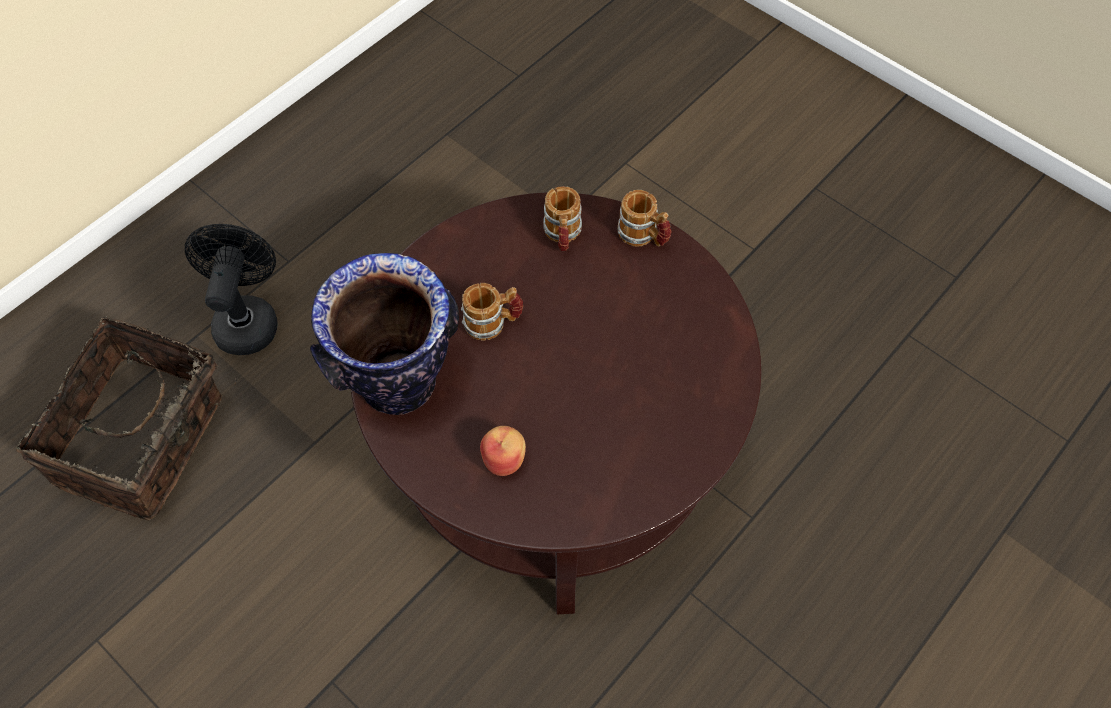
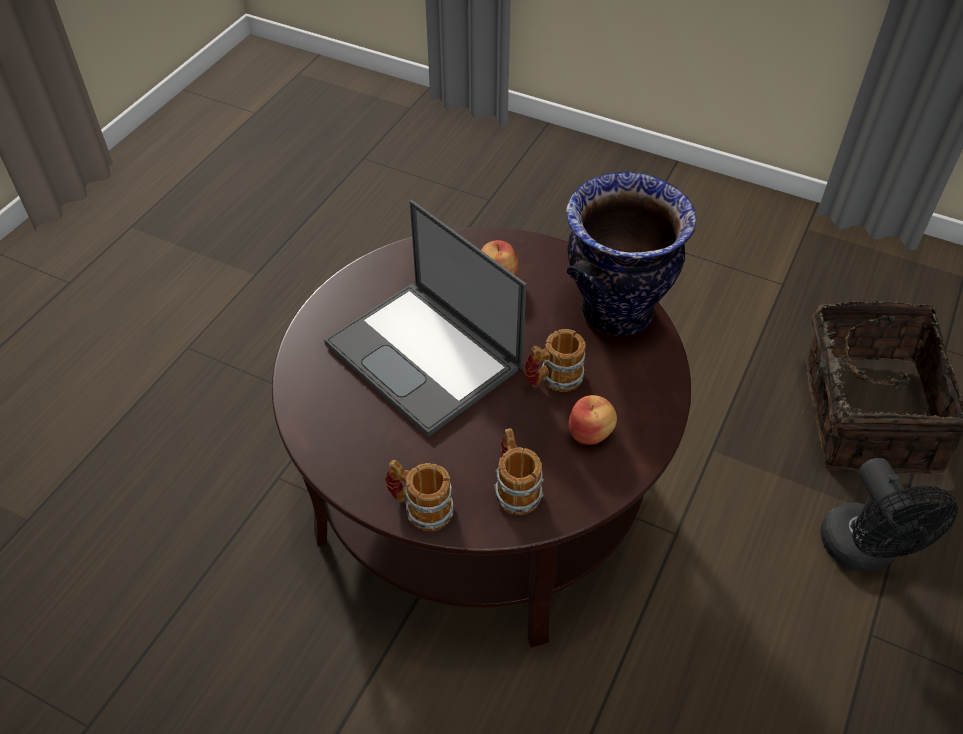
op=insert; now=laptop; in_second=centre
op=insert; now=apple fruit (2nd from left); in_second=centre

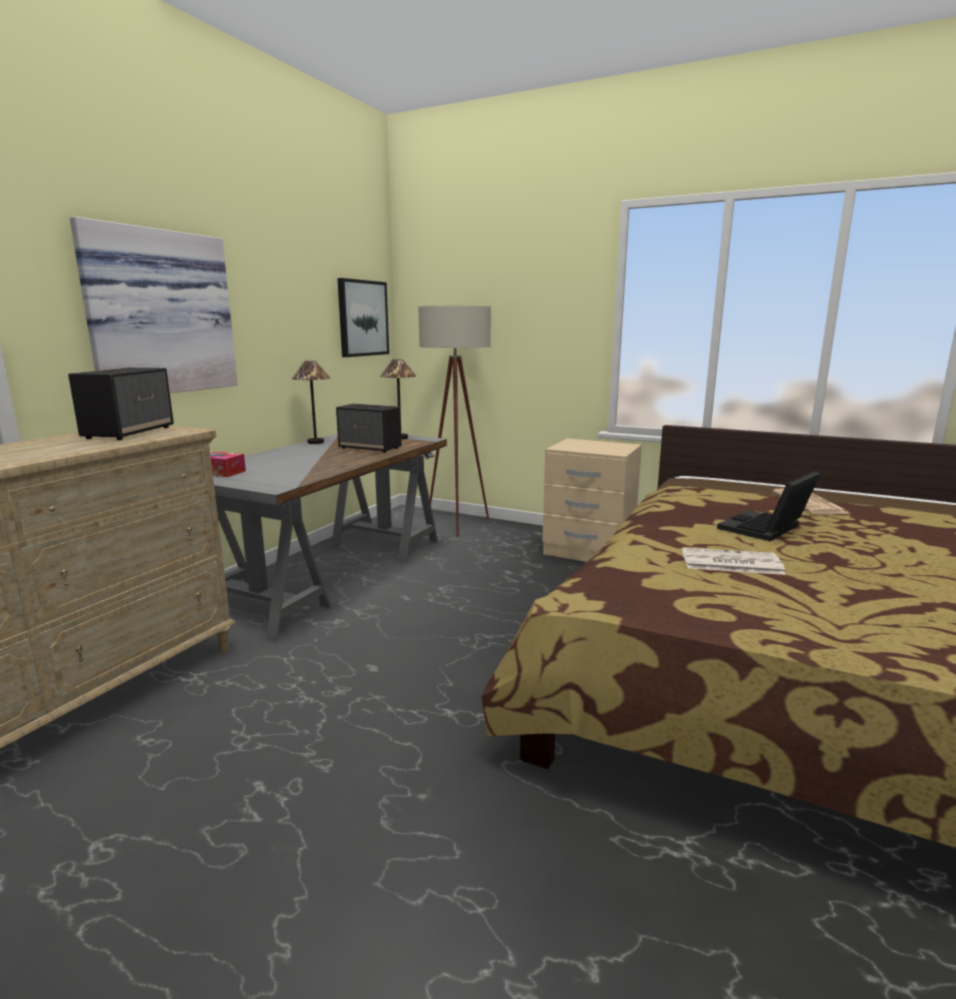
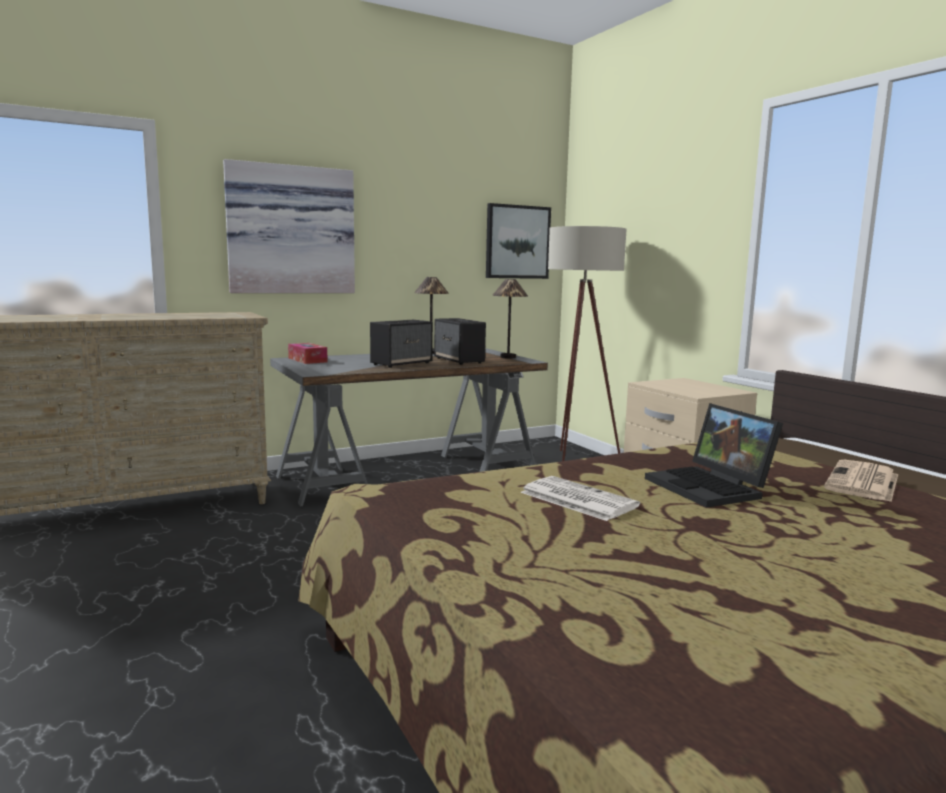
op=move; was=speaker (1st from left); in_first=middle left; in_second=centre
op=rotate; was=laptop; in_first=middle right; in_second=middle right; clockwise=-105

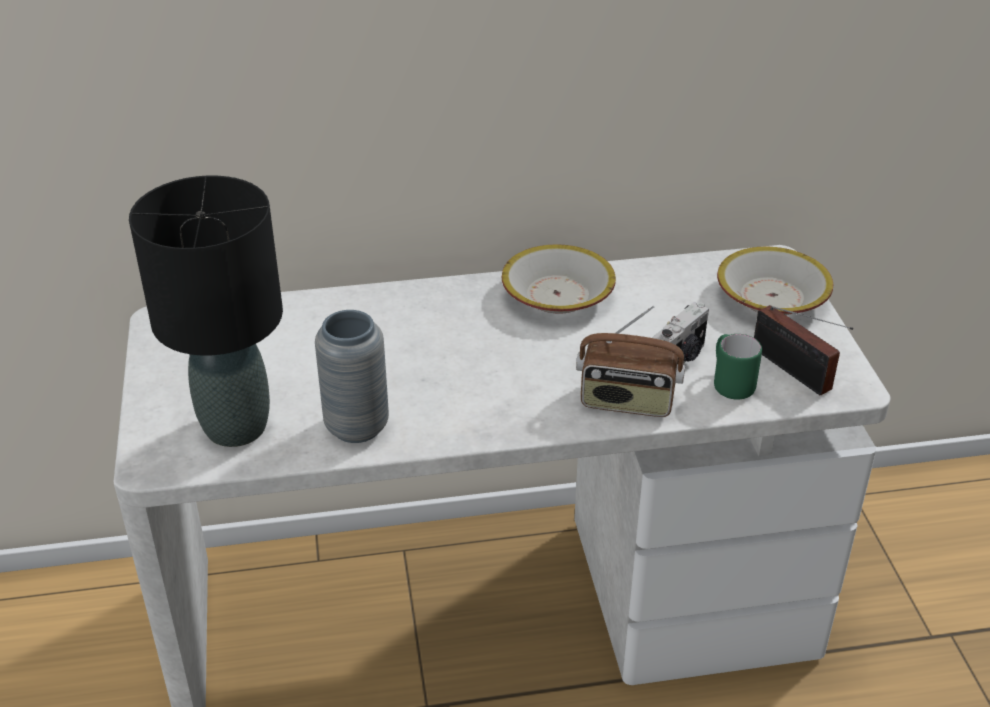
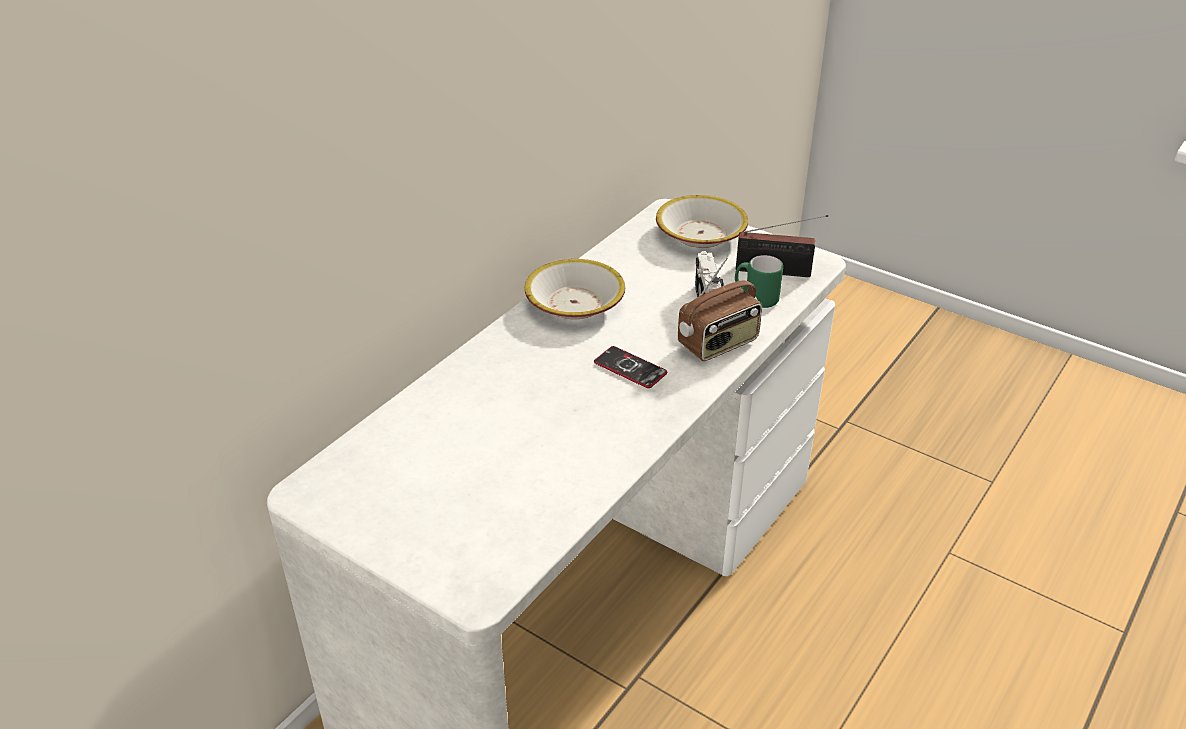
op=delete; was=black-coloured lamp for a table; in_first=middle left
op=delete; was=gray flower vase; in_first=centre
op=insert; now=telephone; in_second=centre

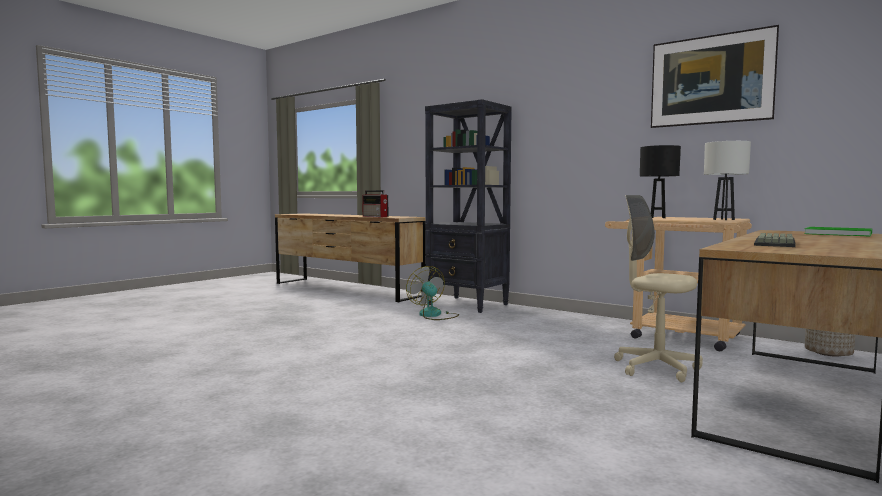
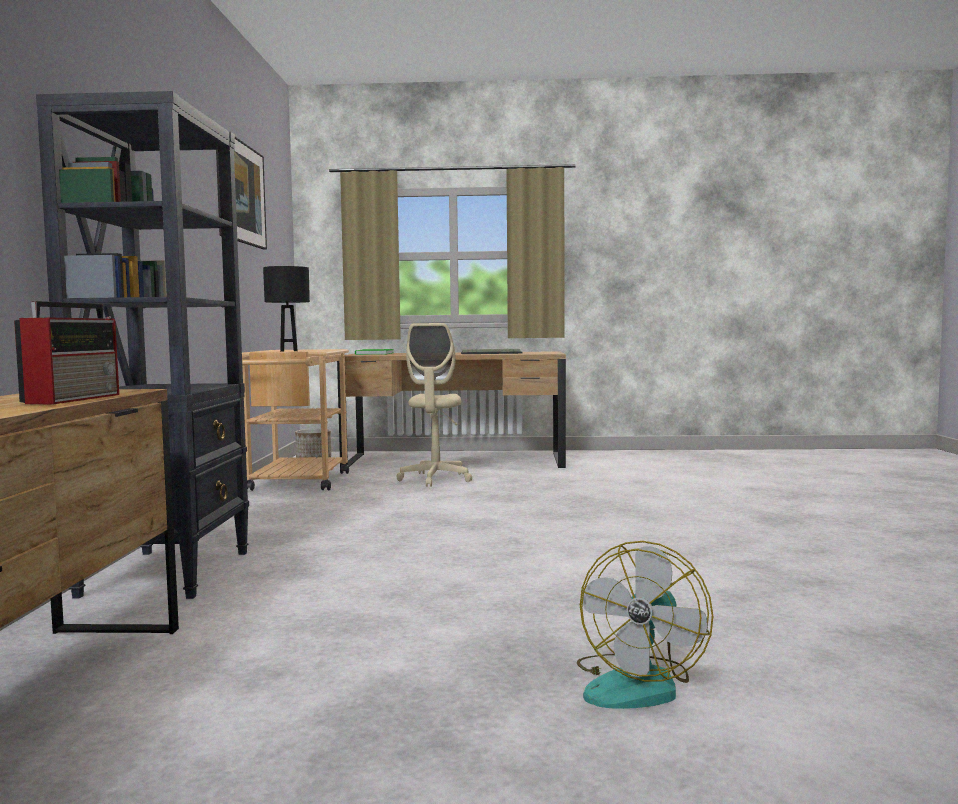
op=delete; was=white-coloured lamp for a table; in_first=middle right
op=move; was=electric fan; in_first=centre; in_second=bottom right

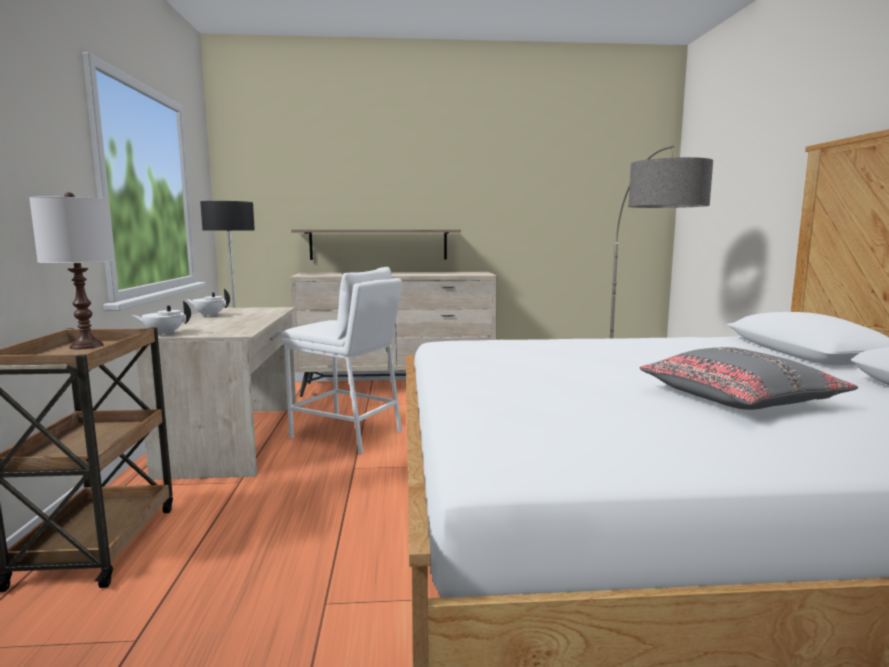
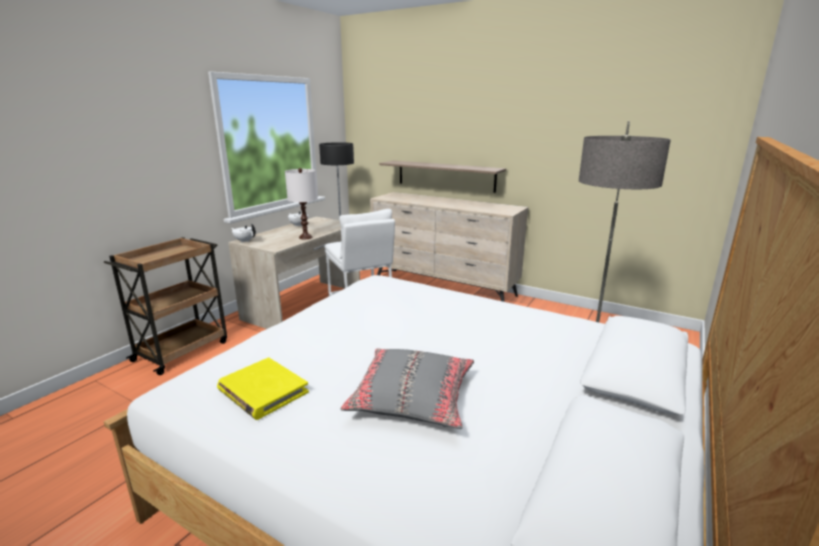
op=insert; now=yellow-coloured volume; in_second=bottom left
op=move; was=white-coloured lamp for a table; in_first=middle left; in_second=centre

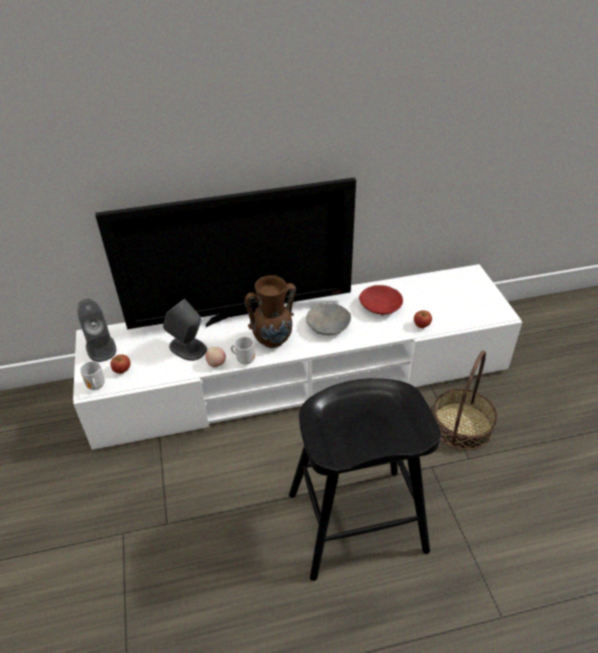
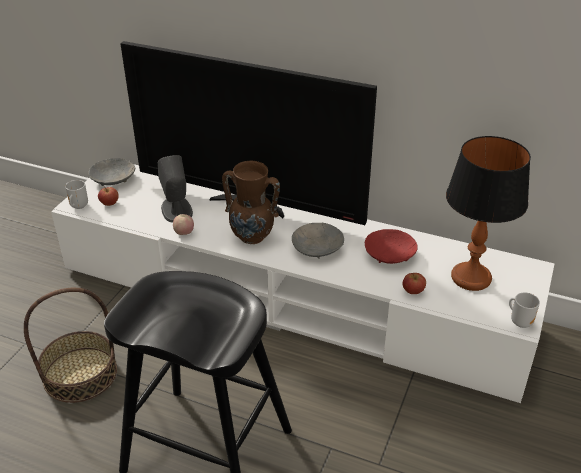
op=insert; now=lamp for a table; in_second=middle right
op=move; was=mug (2nd from left); in_first=centre; in_second=middle right
op=move; was=household basket; in_first=middle right; in_second=bottom left
op=replace; was=gray speaker (1st from left); now=gray serving bowl (1st from left); in_first=middle left; in_second=middle left

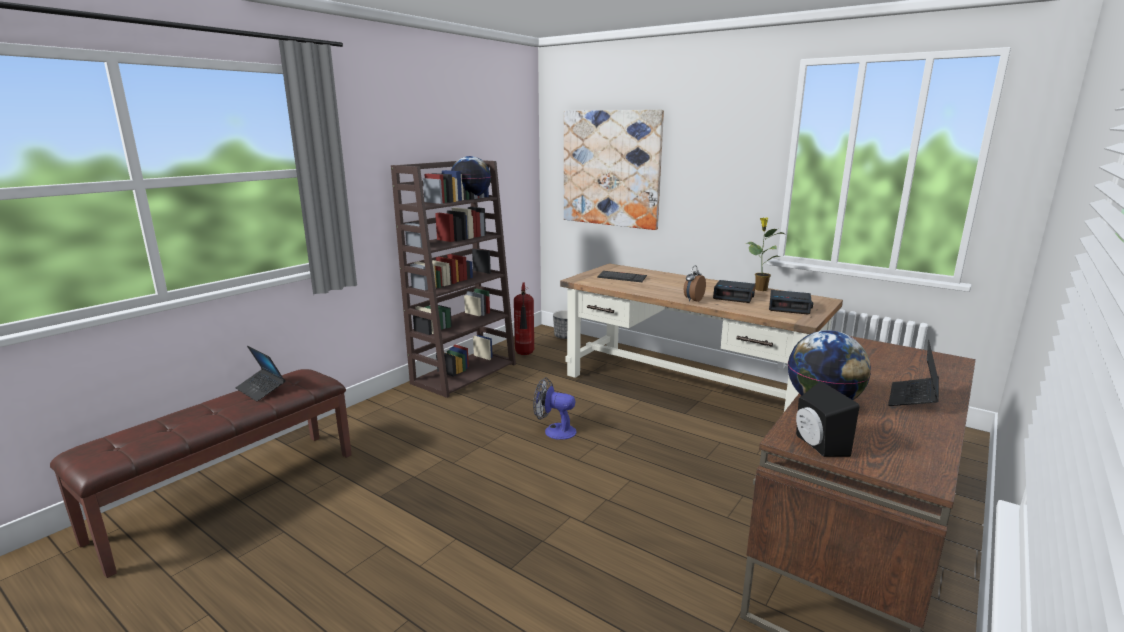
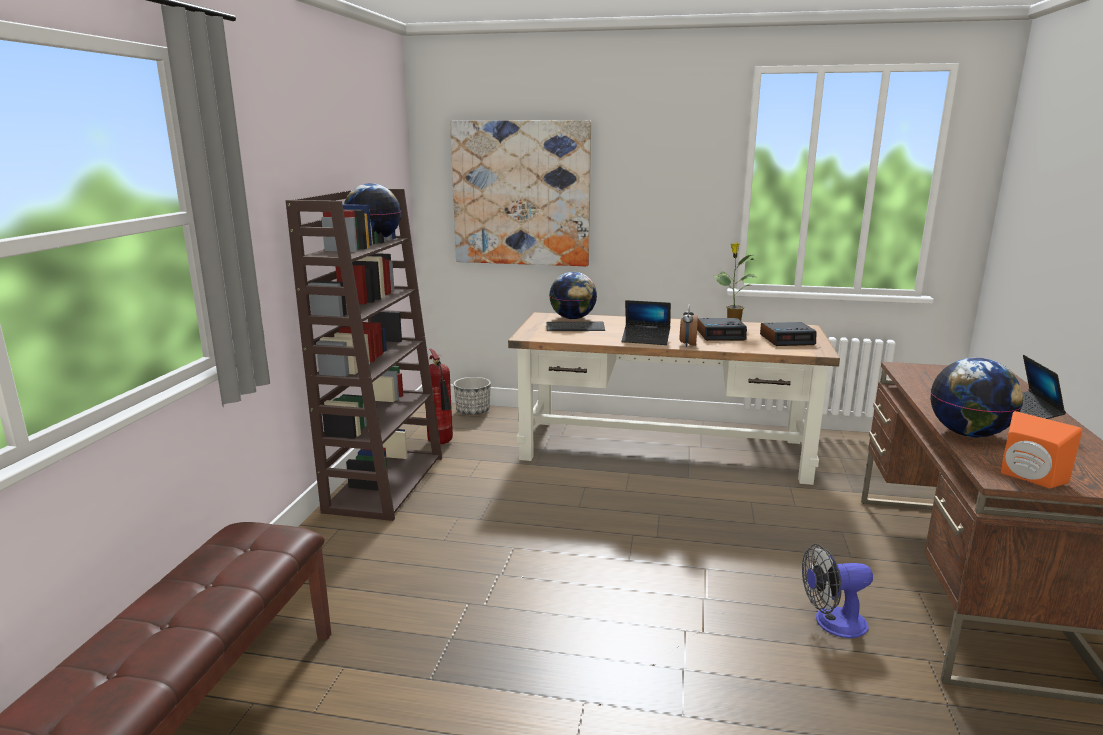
op=insert; now=globe (2nd from left); in_second=centre
op=move; was=laptop (1st from left); in_first=middle left; in_second=centre
op=move; was=electric fan; in_first=centre; in_second=bottom right
op=recolor; was=black-coloured speaker; now=orangey speaker; in_first=middle right; in_second=middle right

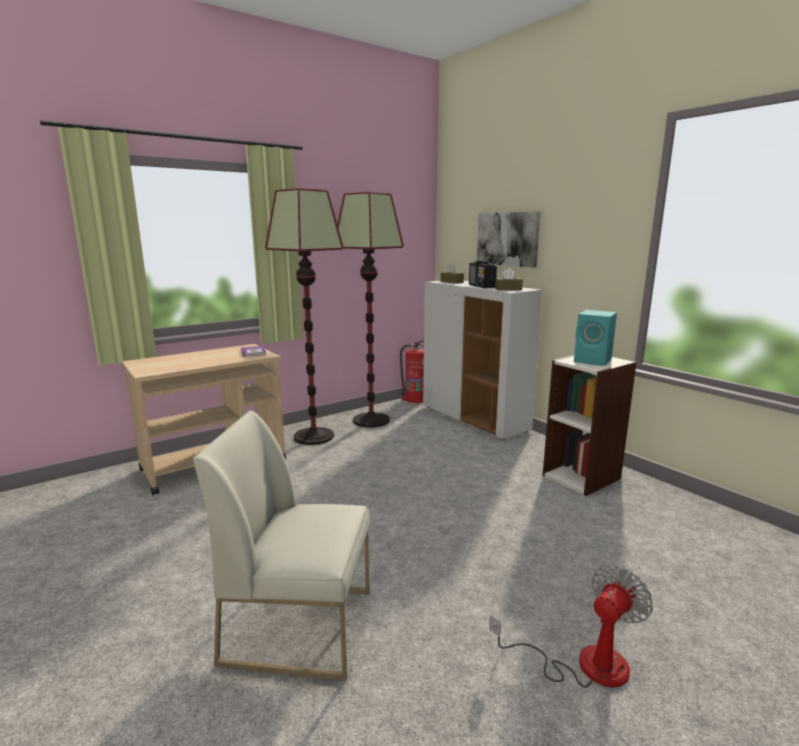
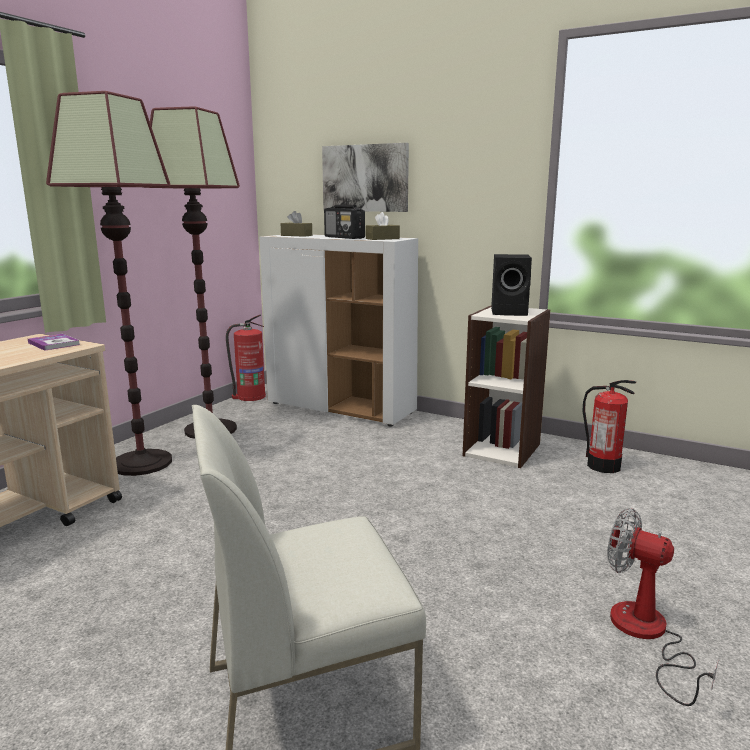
op=insert; now=fire extinguisher (2nd from left); in_second=middle right
op=recolor; was=turquoise speaker; now=black-coloured speaker; in_first=middle right; in_second=middle right
op=rotate; was=electric fan; in_first=bottom right; in_second=bottom right; clockwise=-75

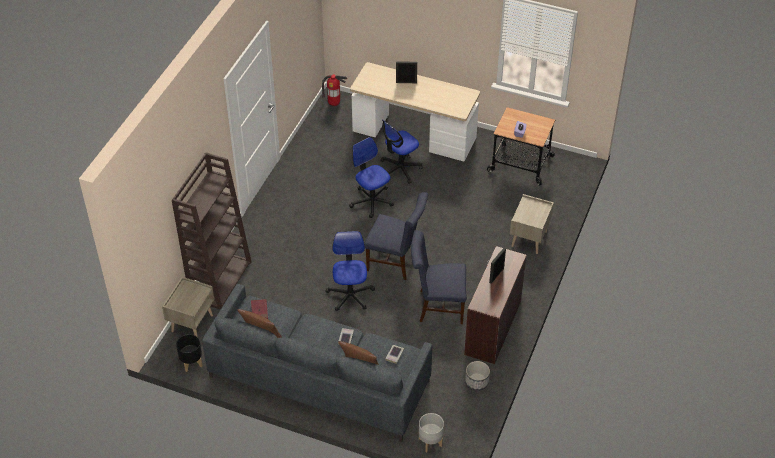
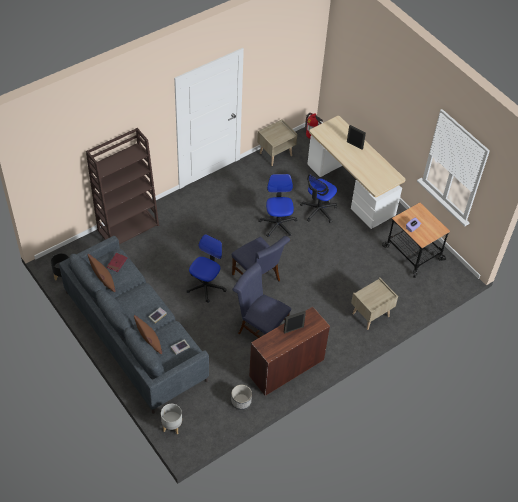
op=move; was=sand-coloured bedside table (1st from left); in_first=bottom left; in_second=top centre
op=rotate; was=desk chair (3rd from left); in_first=top centre; in_second=centre; clockwise=-45

